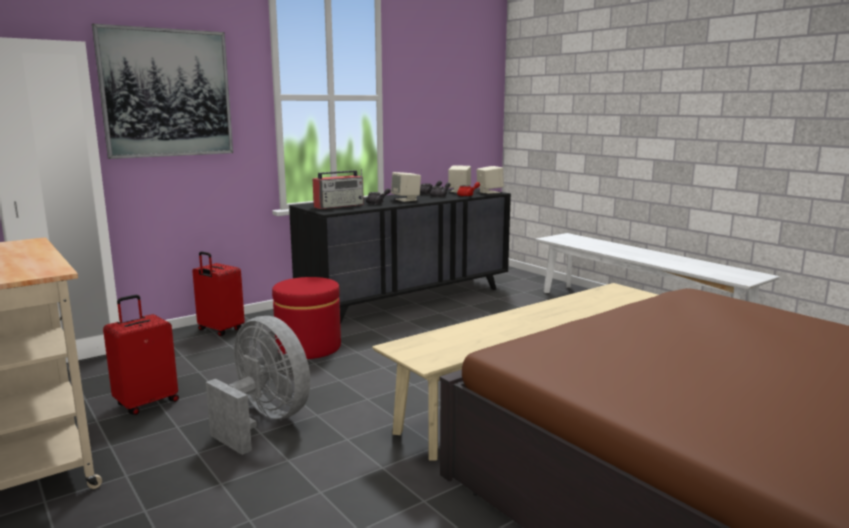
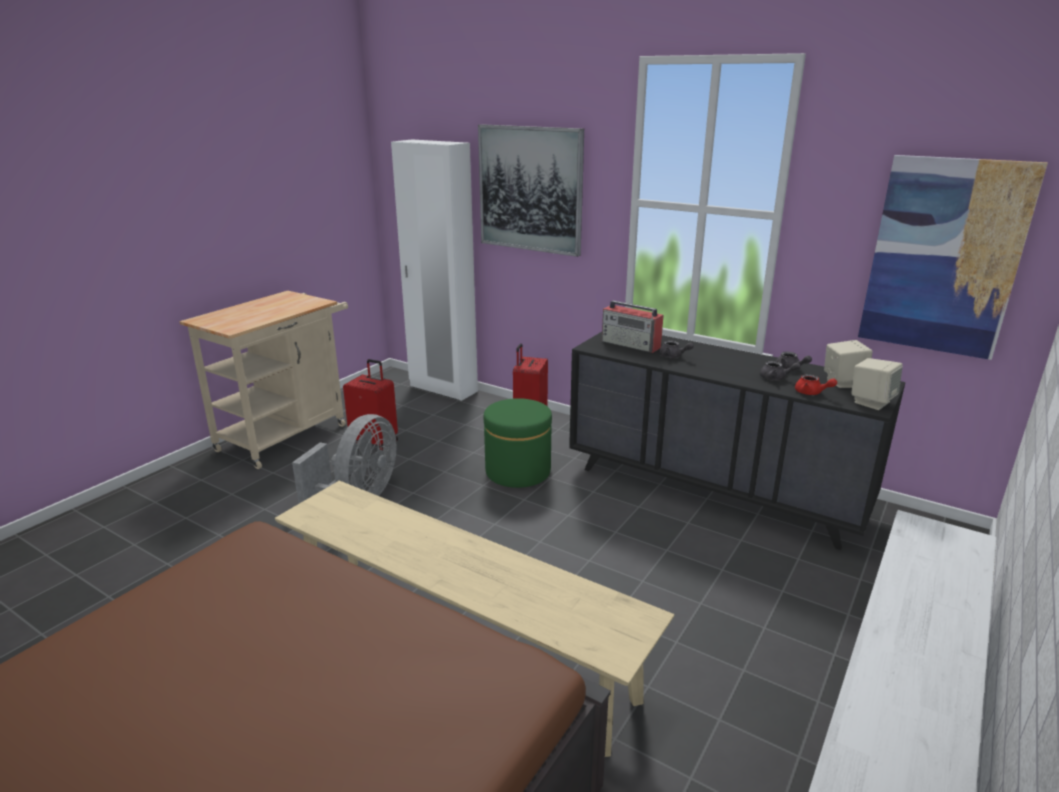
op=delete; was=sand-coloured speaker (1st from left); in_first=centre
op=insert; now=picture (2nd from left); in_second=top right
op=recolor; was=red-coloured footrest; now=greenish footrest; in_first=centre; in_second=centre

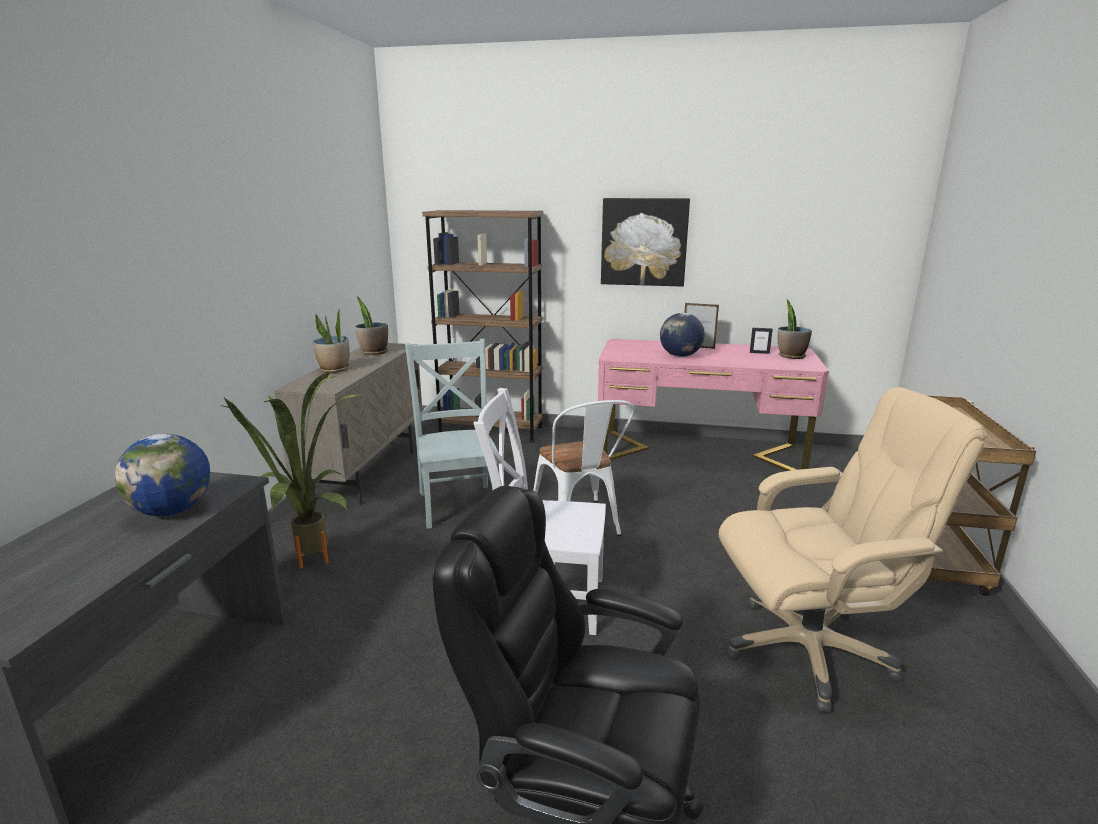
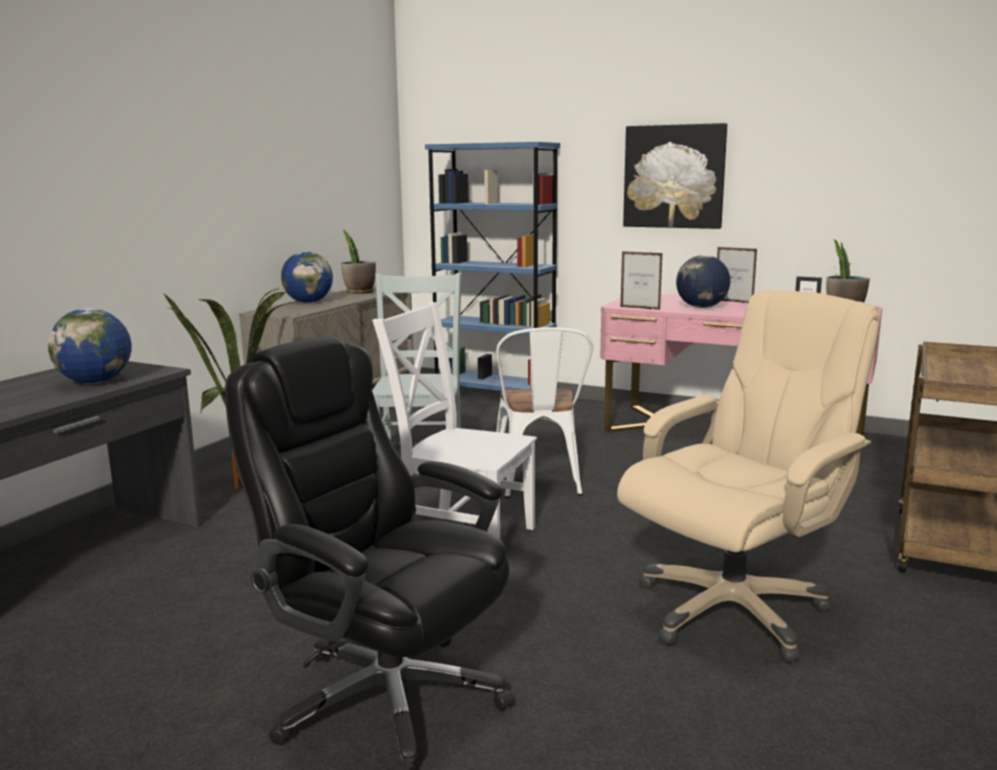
op=insert; now=photo frame (1st from left); in_second=centre
op=replace; was=plant in a pot (2nd from left); now=globe (2nd from left); in_first=middle left; in_second=middle left
op=recolor; was=brownish bookshelf; now=bluish bookshelf; in_first=centre; in_second=centre
op=rotate; was=sand-coloured desk chair; in_first=bottom right; in_second=middle right; clockwise=-45

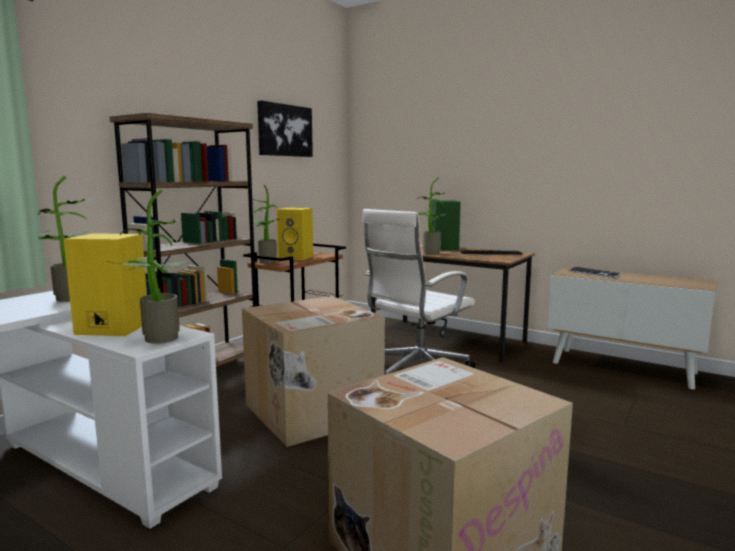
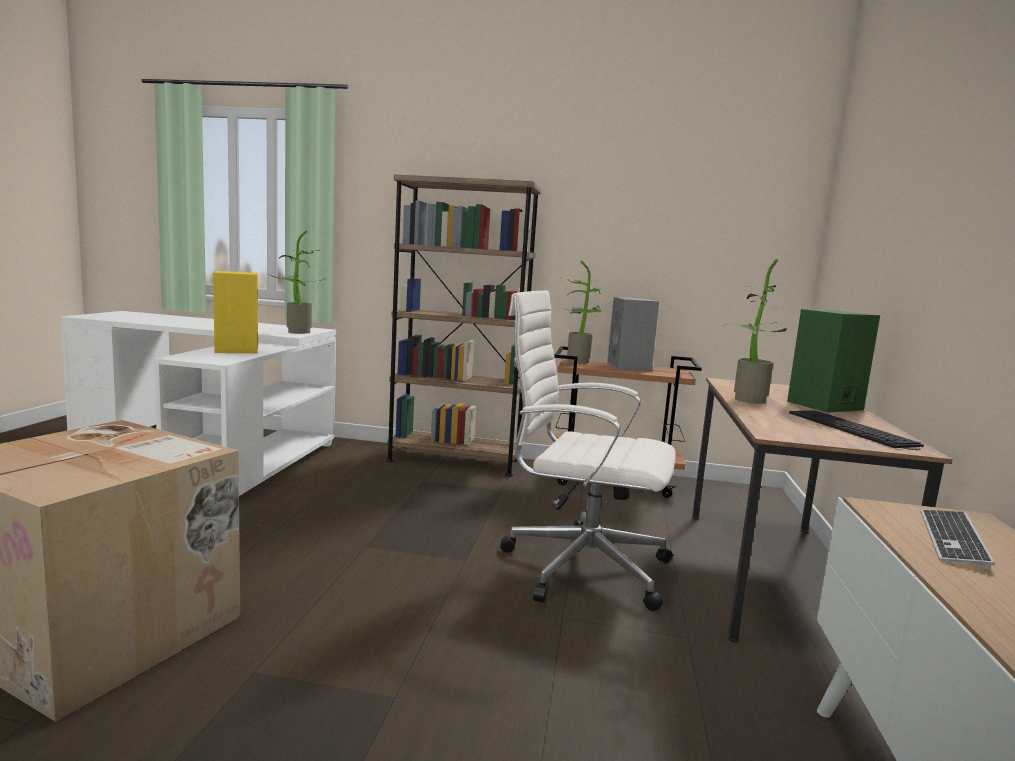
op=delete; was=plant in a pot (2nd from left); in_first=middle left
op=delete; was=packing box (1st from left); in_first=bottom centre
op=delete; was=picture; in_first=top centre
op=recolor; was=yellow-coloured speaker (2nd from left); now=gray speaker; in_first=centre; in_second=centre

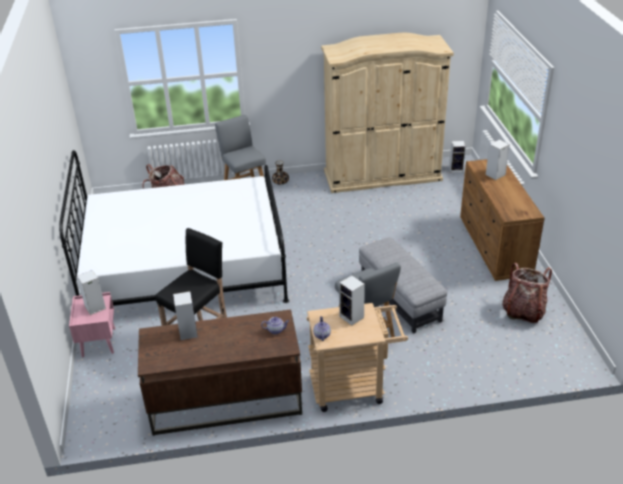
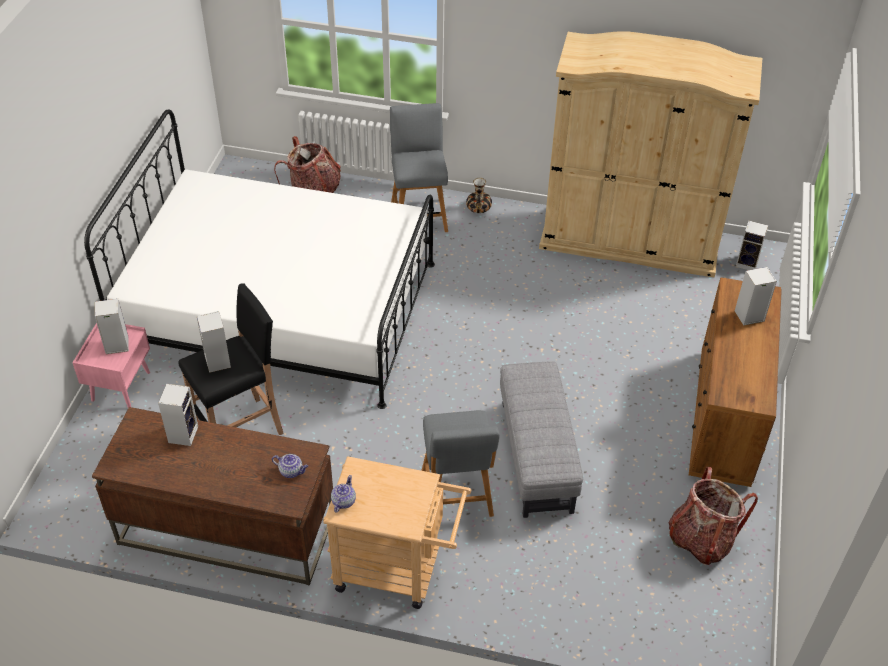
op=move; was=speaker (3rd from left); in_first=centre; in_second=middle left

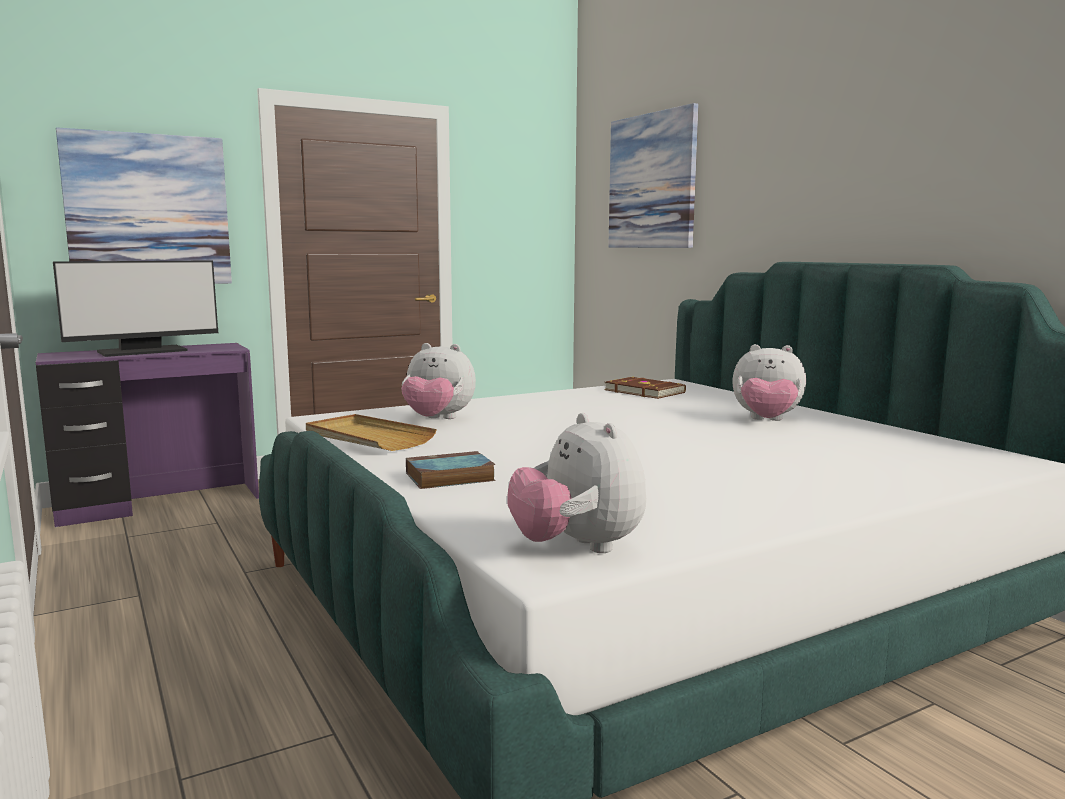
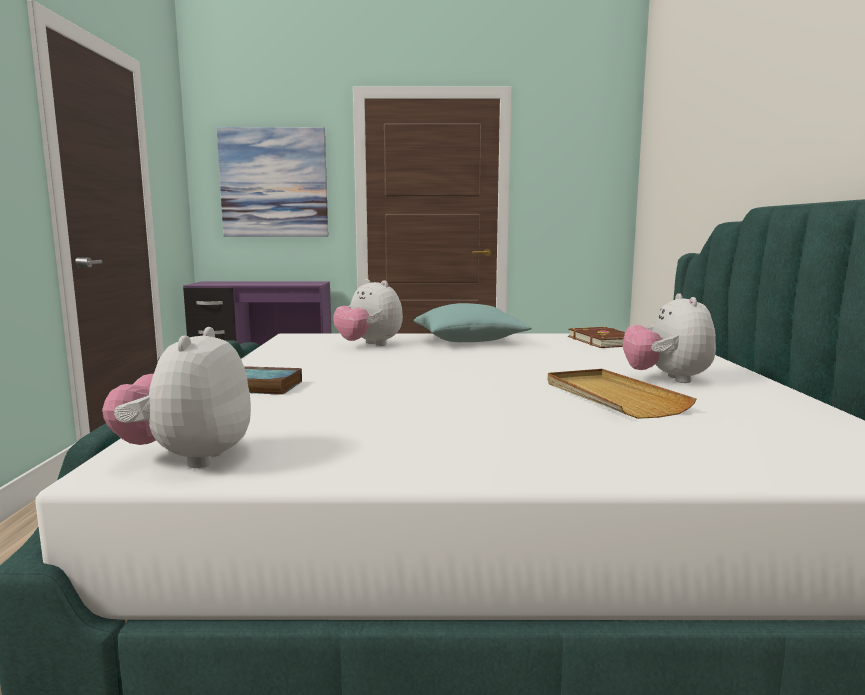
op=delete; was=computer screen; in_first=middle left
op=delete; was=picture (2nd from left); in_first=top centre
op=insert; now=turquoise pillow; in_second=centre
op=move; was=sand-coloured tray; in_first=centre; in_second=middle right
op=rotate; was=soft toy (3rd from left); in_first=middle right; in_second=middle right; clockwise=45

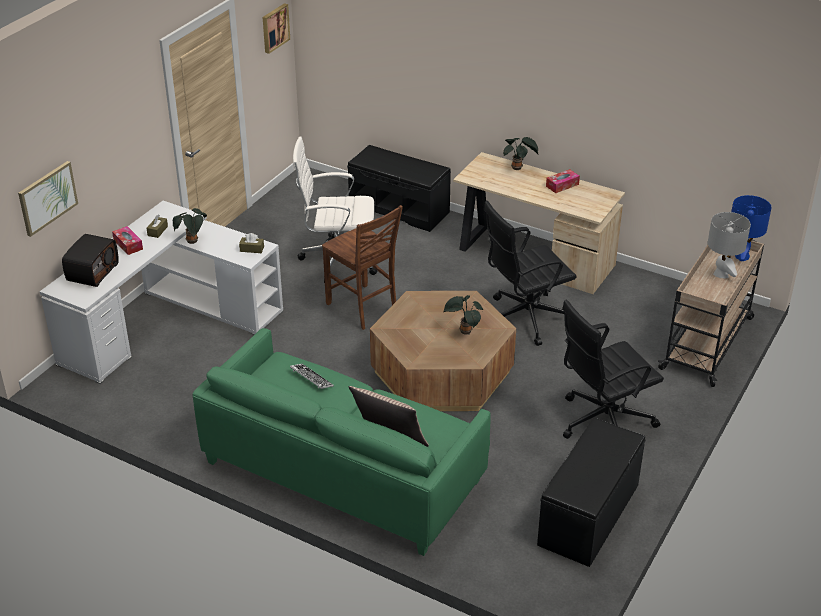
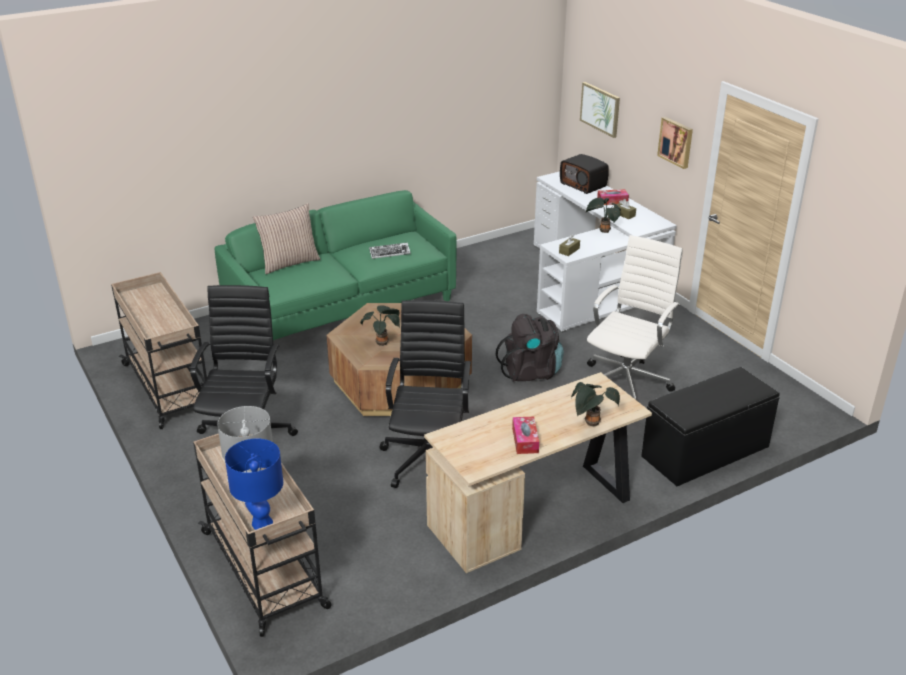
op=move; was=picture (2nd from left); in_first=top centre; in_second=top right
op=replace; was=brownish plain chair; now=black-coloured knapsack; in_first=centre; in_second=centre
op=replace; was=black-coloured long seat (2nd from left); now=sand-coloured trolley (1st from left); in_first=bottom right; in_second=middle left

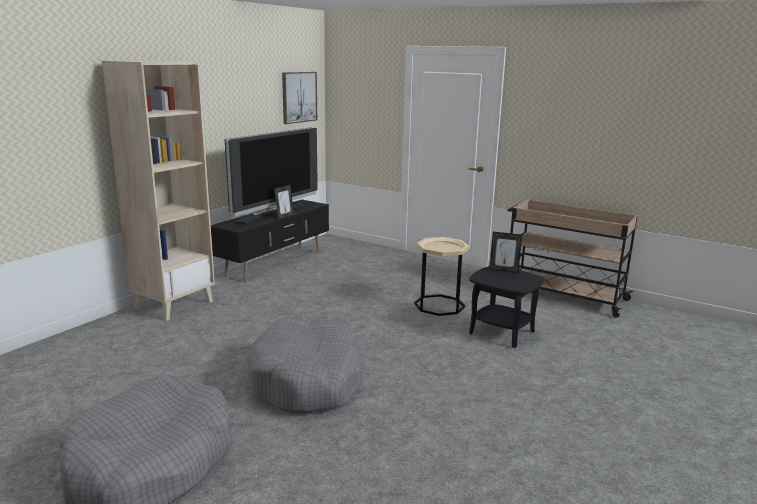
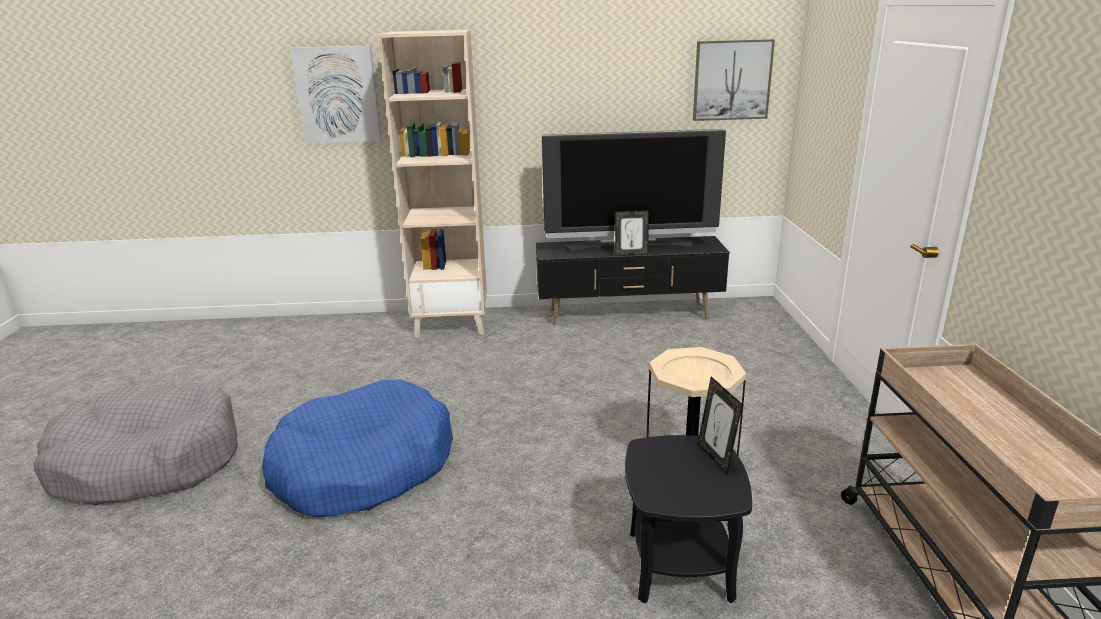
op=insert; now=picture (1st from left); in_second=top left
op=recolor; was=gray dog cushion (2nd from left); now=bluish dog cushion; in_first=bottom centre; in_second=bottom left

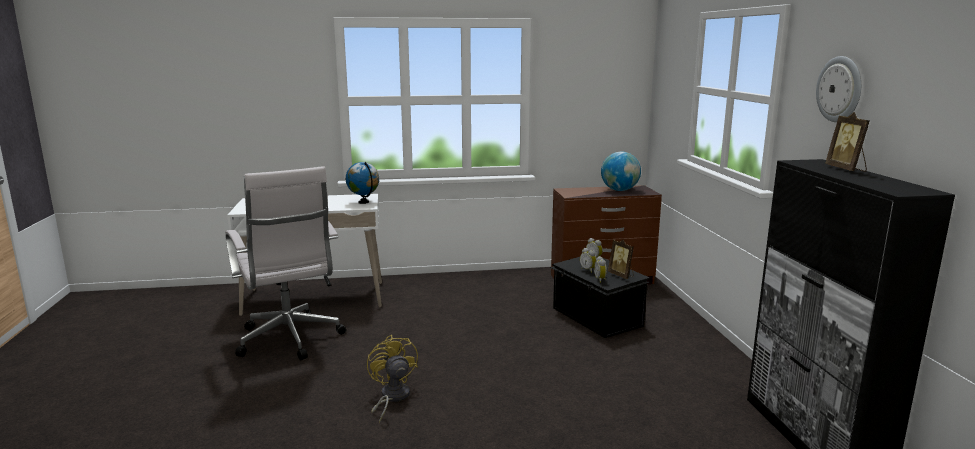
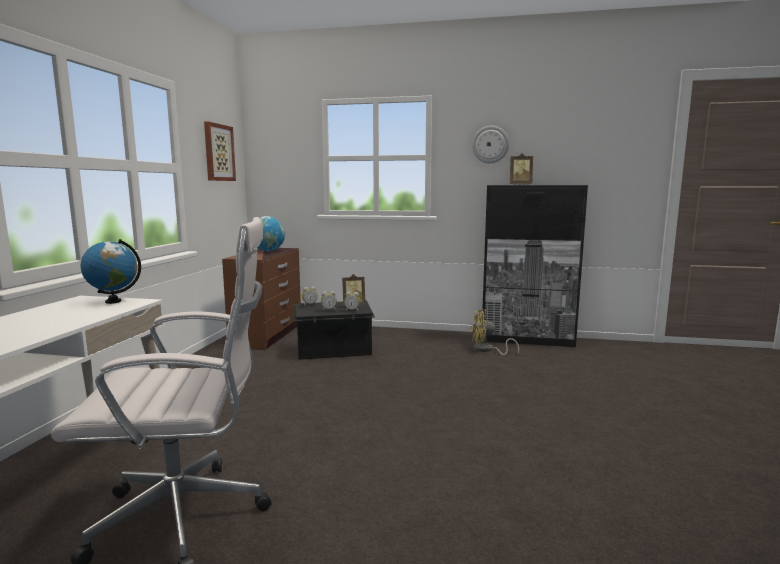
op=insert; now=picture; in_second=top left
op=move; was=yellow-coloured electric fan; in_first=bottom centre; in_second=centre

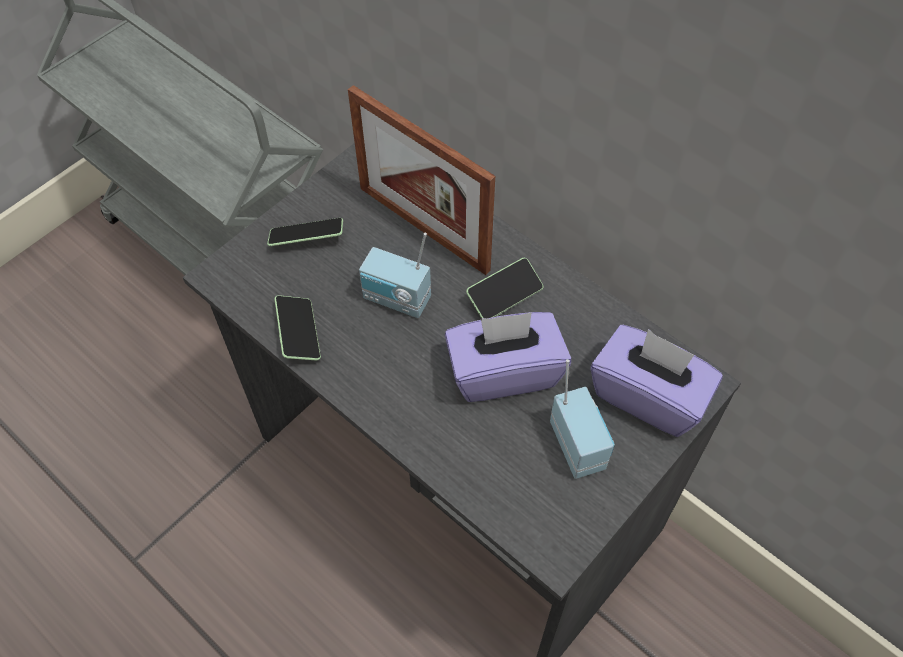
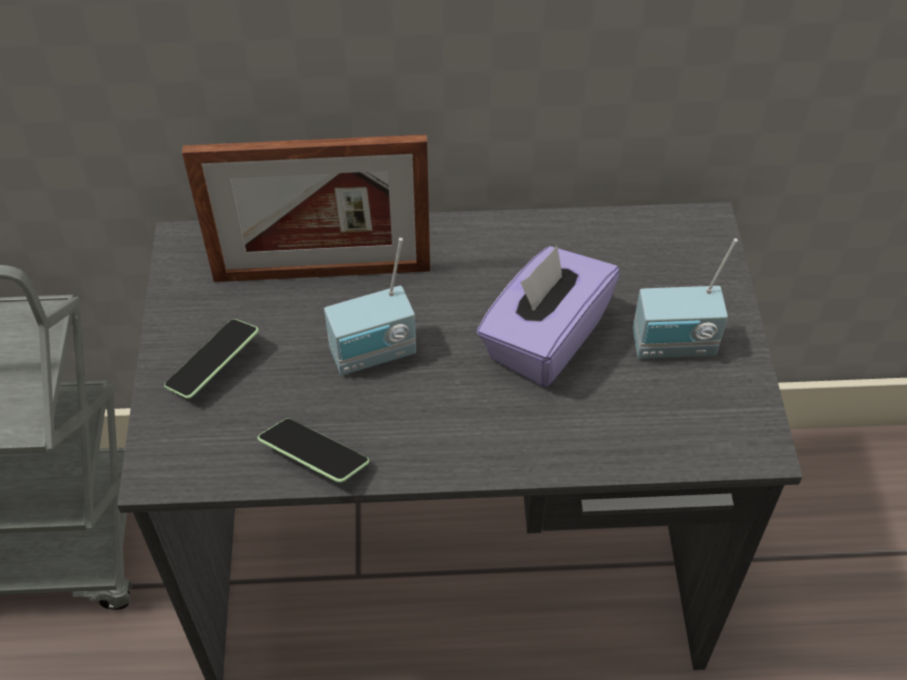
op=delete; was=telephone (3rd from left); in_first=centre
op=delete; was=purple box of tissues (2nd from left); in_first=middle right
op=rotate; was=radio set (2nd from left); in_first=centre; in_second=middle right; clockwise=150

